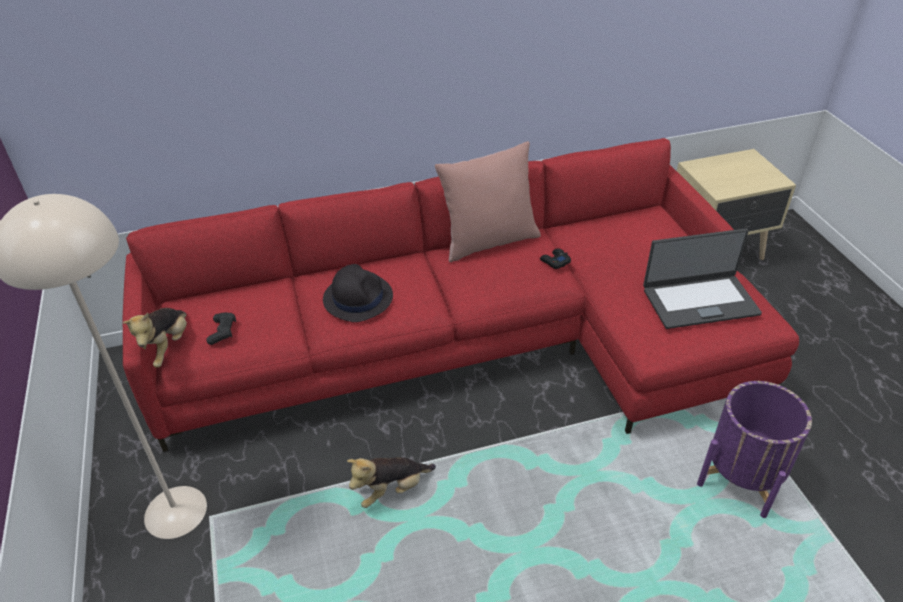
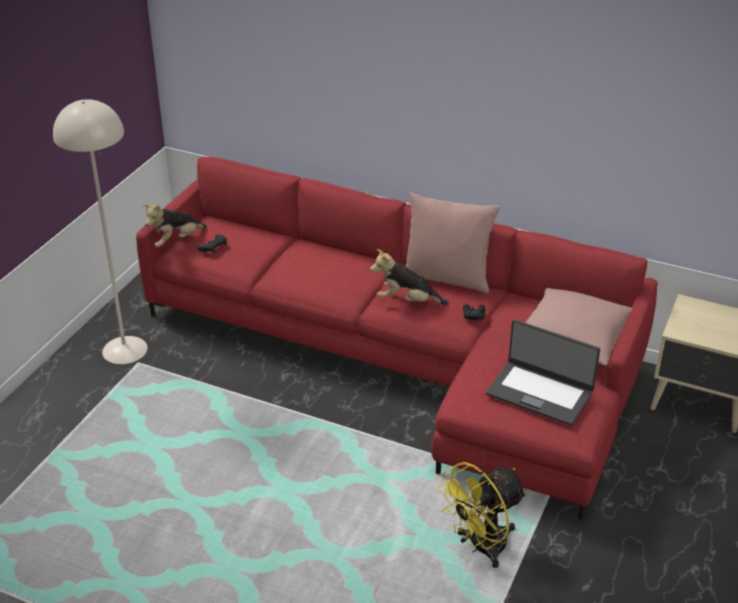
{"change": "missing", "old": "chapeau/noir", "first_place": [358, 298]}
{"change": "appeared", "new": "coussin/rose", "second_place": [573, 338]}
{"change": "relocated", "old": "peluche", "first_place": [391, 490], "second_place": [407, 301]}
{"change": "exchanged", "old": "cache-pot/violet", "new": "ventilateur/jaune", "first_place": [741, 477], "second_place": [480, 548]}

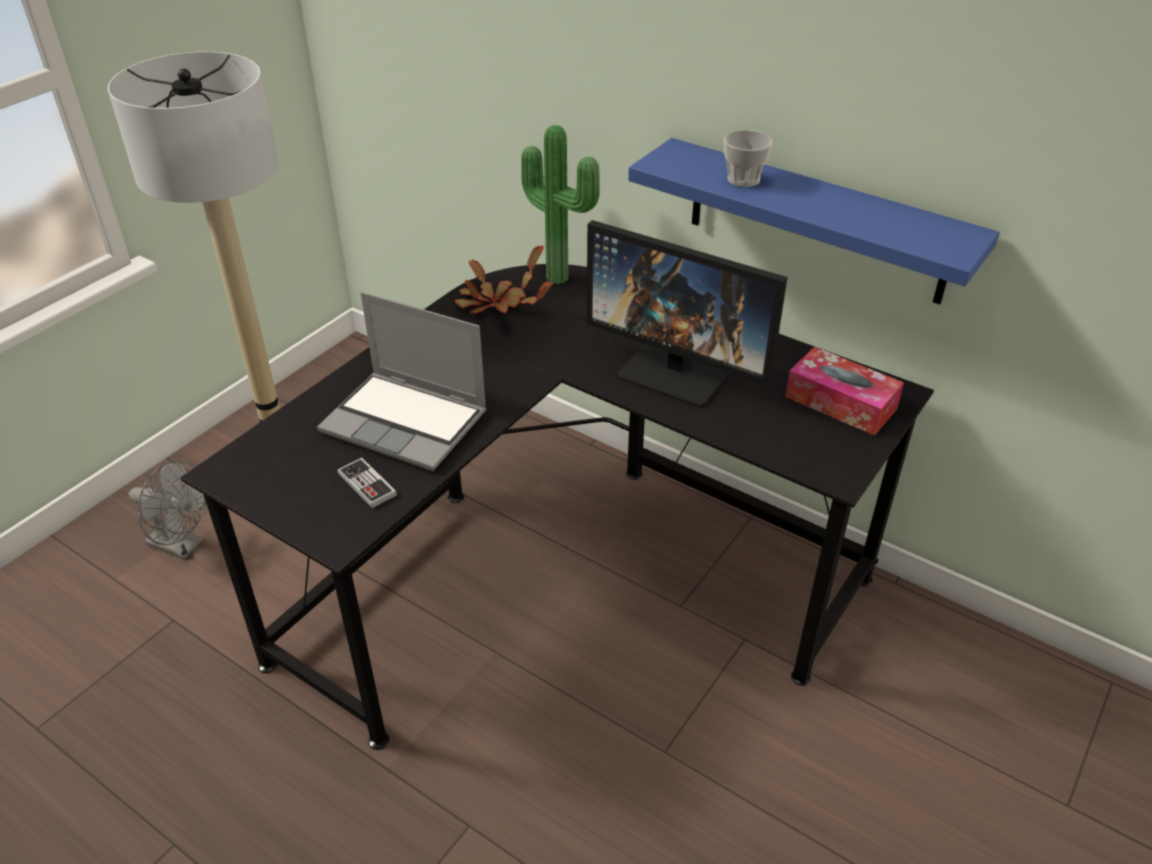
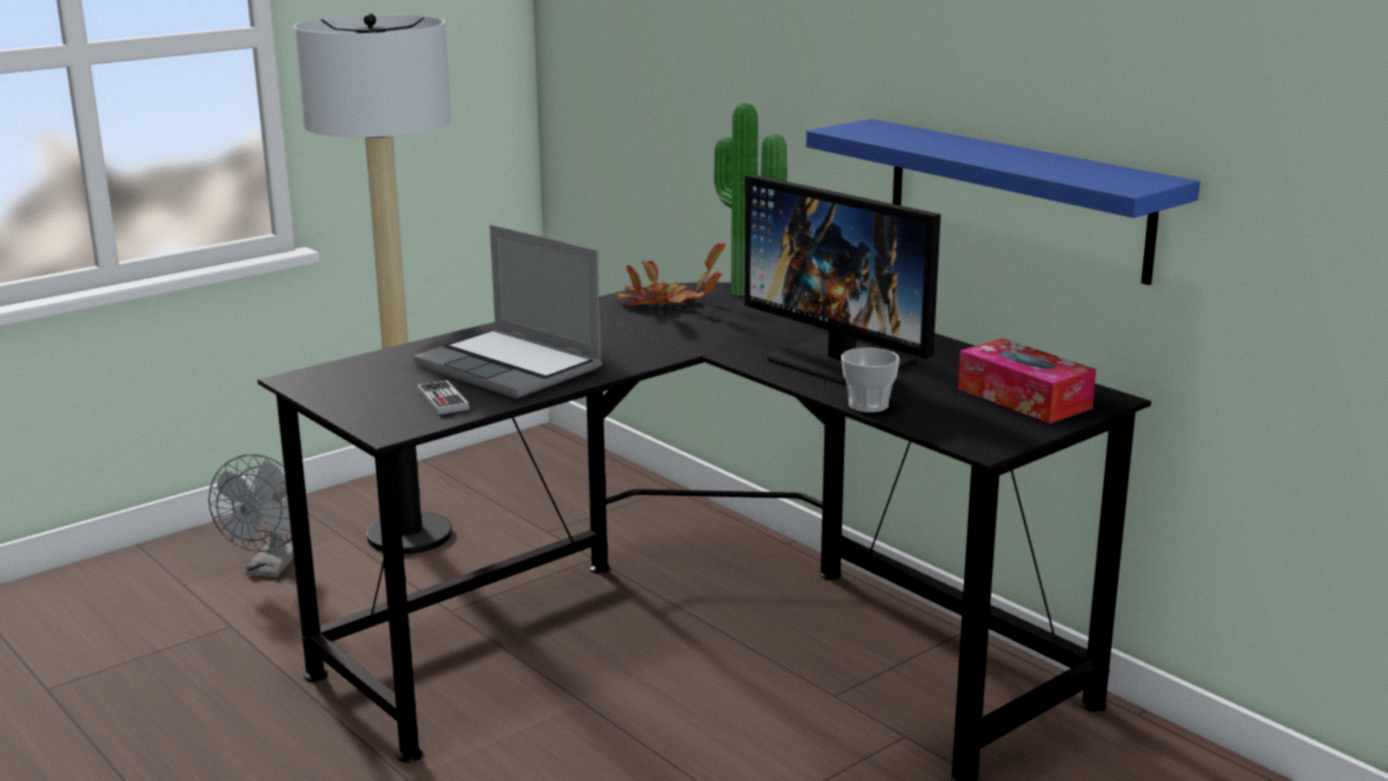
{"change": "relocated", "old": "tasse", "first_place": [743, 179], "second_place": [868, 405]}
{"change": "spun", "old": "ventilateur/gris", "first_place": [182, 545], "second_place": [270, 569], "degrees": 60}

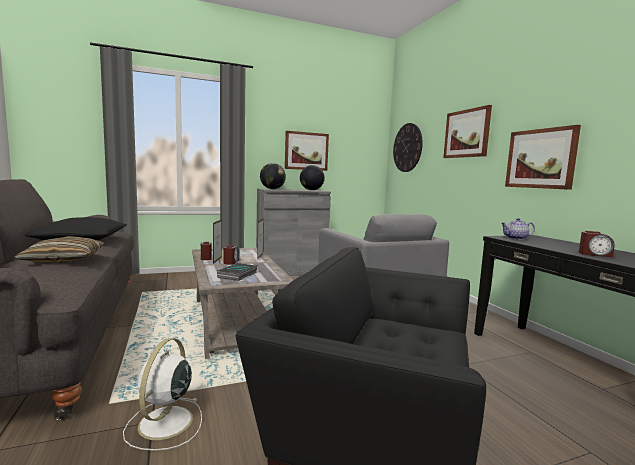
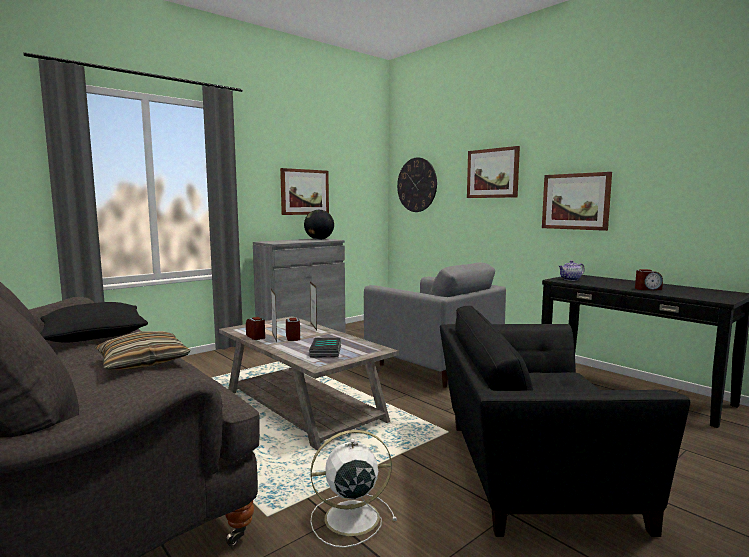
{"change": "missing", "old": "globe", "first_place": [272, 189]}
{"change": "spun", "old": "ventilateur/blanc", "first_place": [164, 424], "second_place": [349, 518], "degrees": 90}

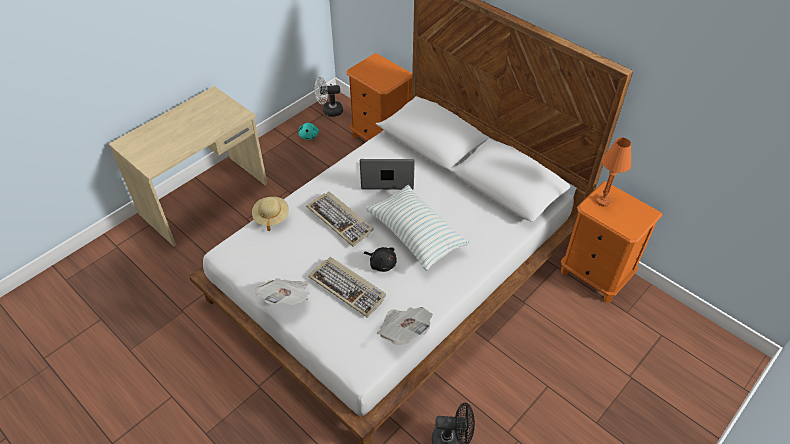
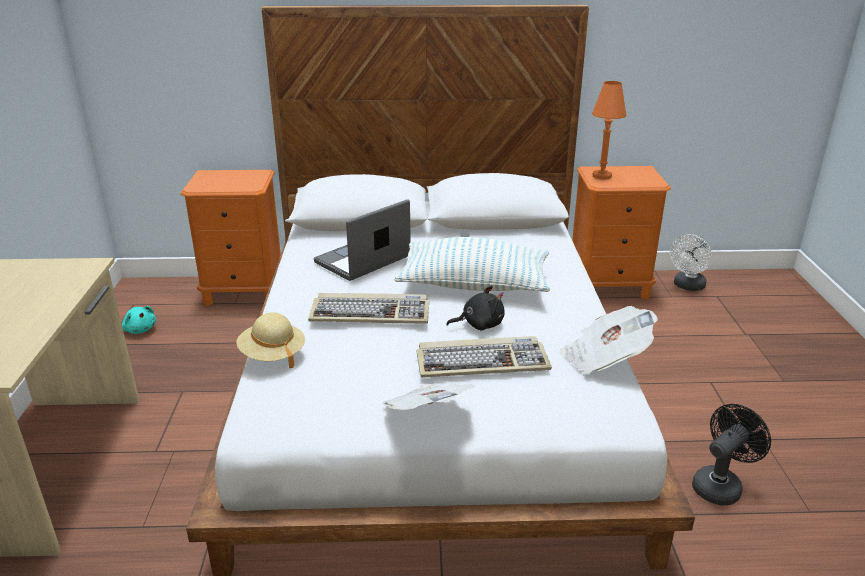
{"change": "relocated", "old": "ventilateur/blanc", "first_place": [329, 111], "second_place": [687, 286]}

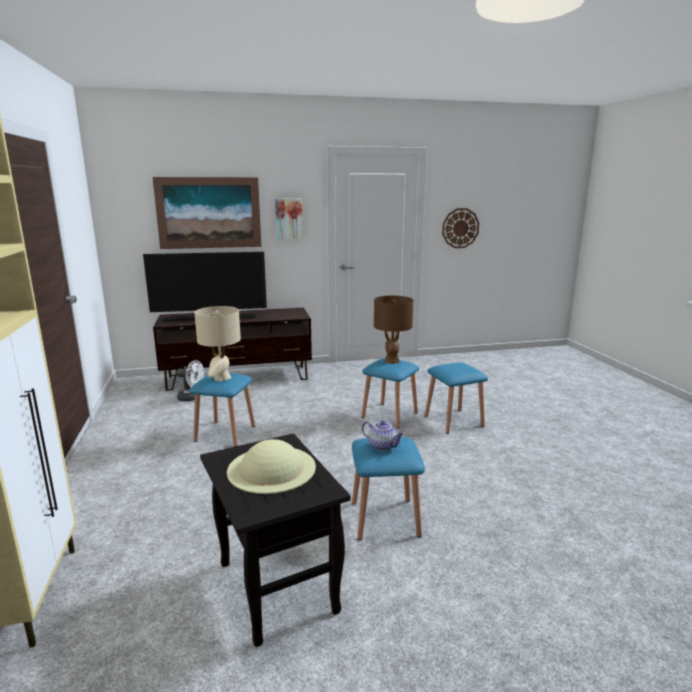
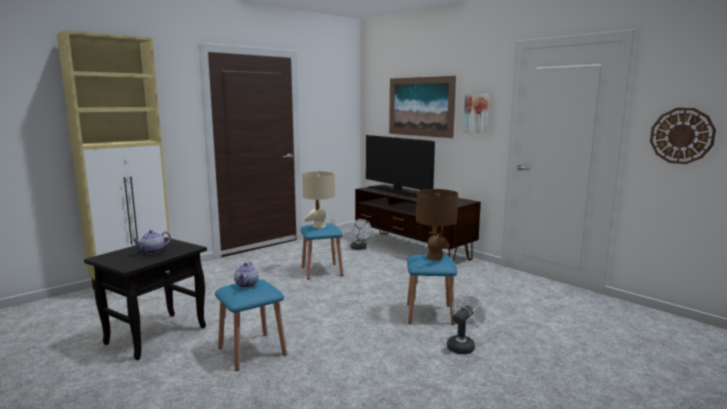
{"change": "exchanged", "old": "chapeau/beige", "new": "théière", "first_place": [271, 468], "second_place": [153, 251]}
{"change": "exchanged", "old": "tabouret/bleu", "new": "ventilateur/blanc", "first_place": [453, 421], "second_place": [462, 345]}

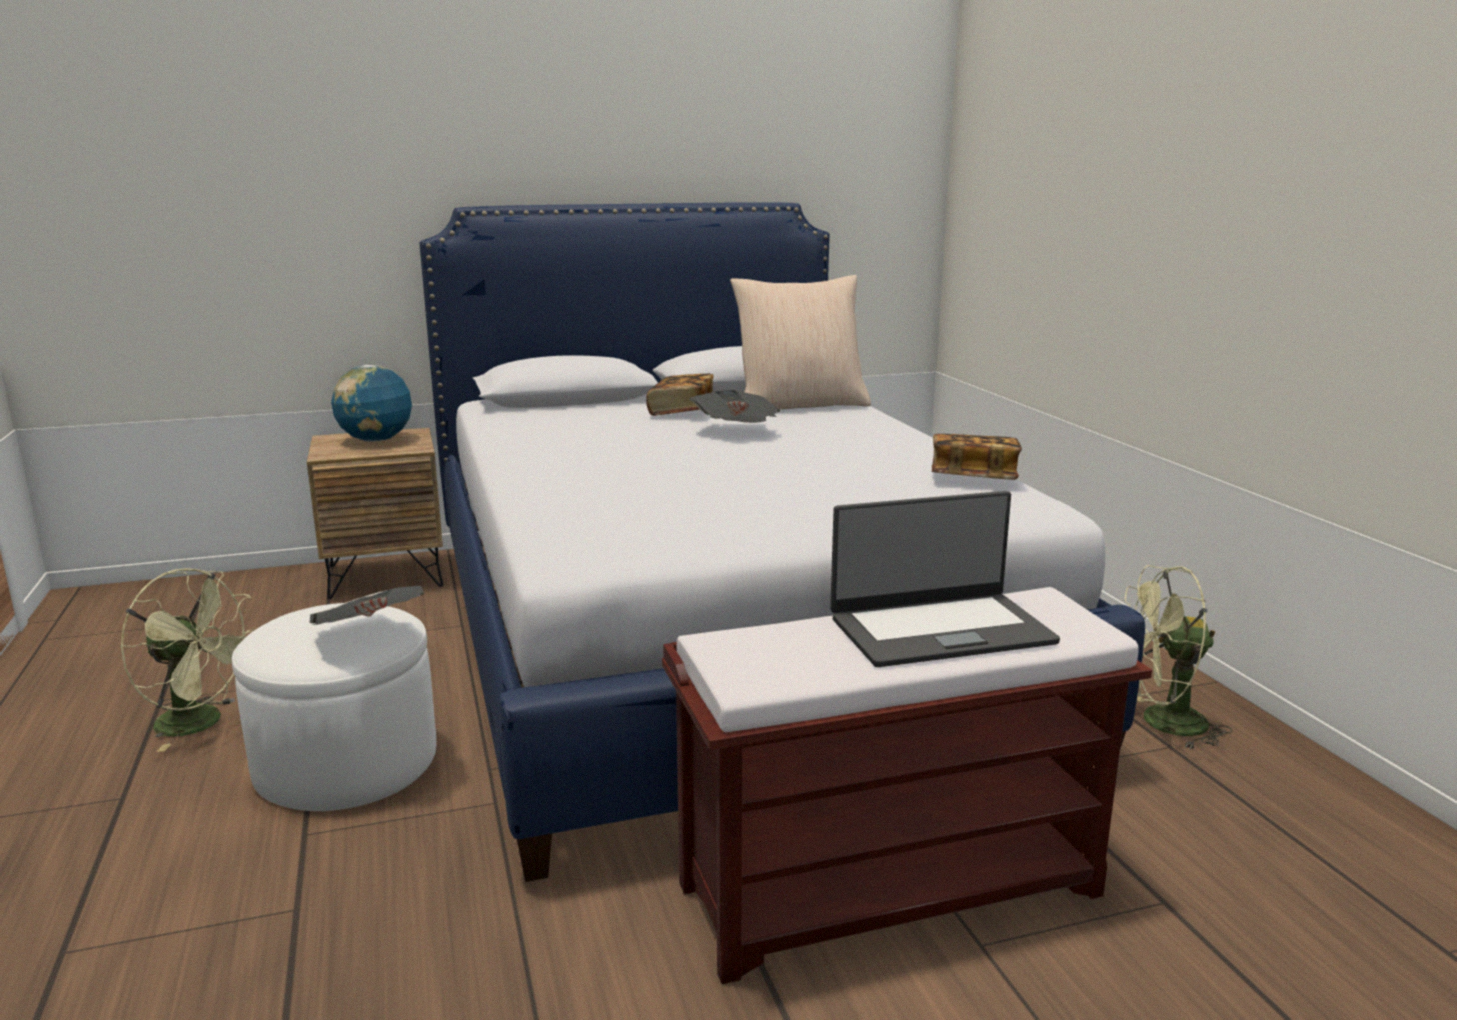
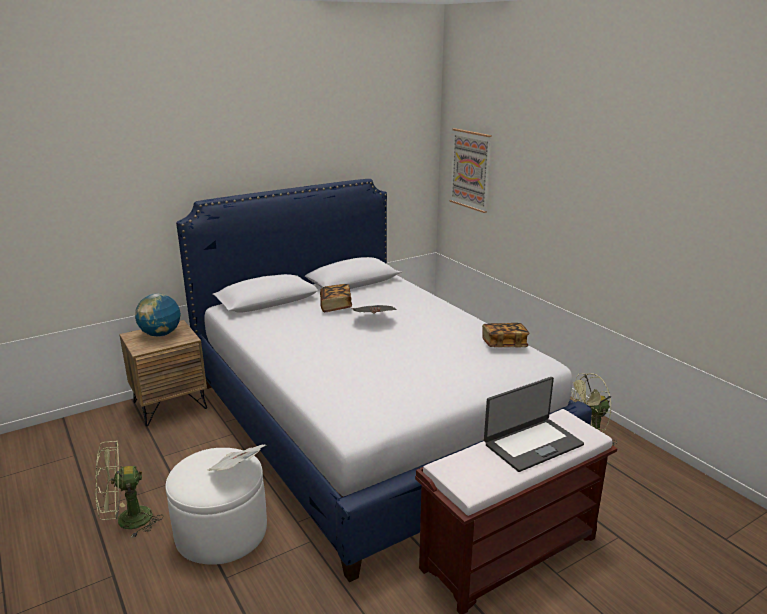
{"change": "missing", "old": "coussin/beige", "first_place": [800, 405]}
{"change": "appeared", "new": "tableau", "second_place": [470, 170]}
{"change": "spun", "old": "ventilateur/vert", "first_place": [201, 724], "second_place": [126, 521], "degrees": 150}

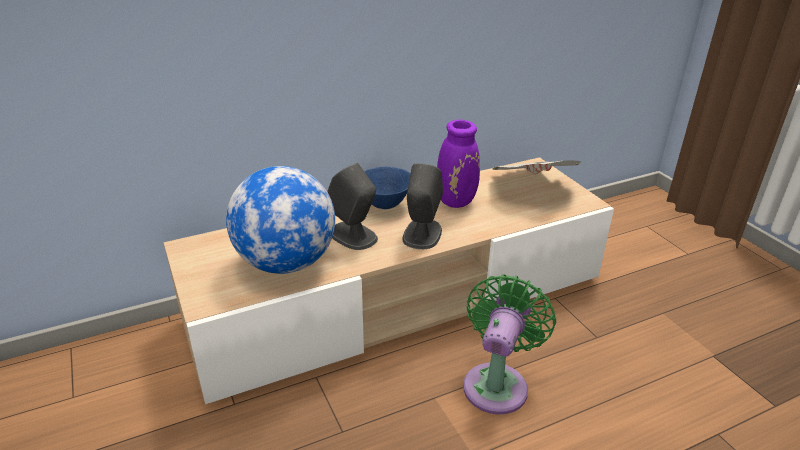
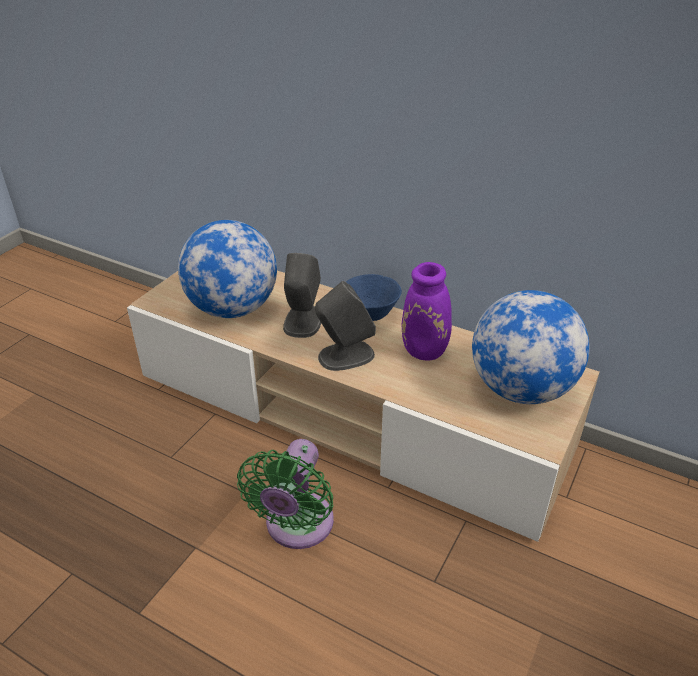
{"change": "exchanged", "old": "journal", "new": "globe", "first_place": [531, 187], "second_place": [520, 389]}
{"change": "spun", "old": "ventilateur/vert", "first_place": [497, 383], "second_place": [296, 527], "degrees": 120}

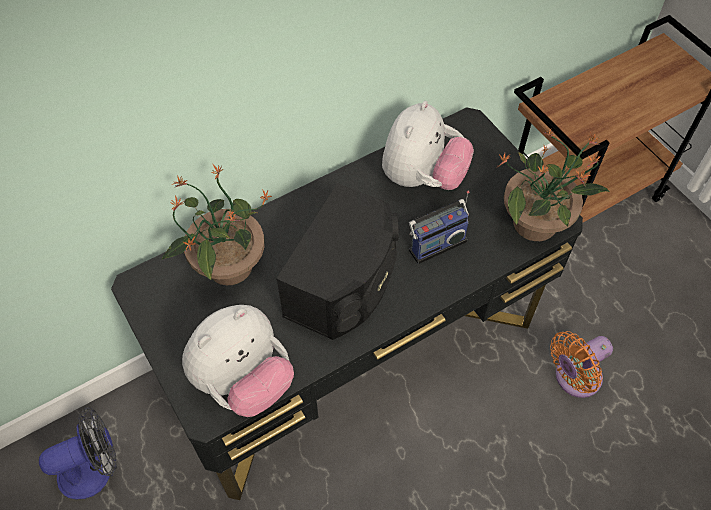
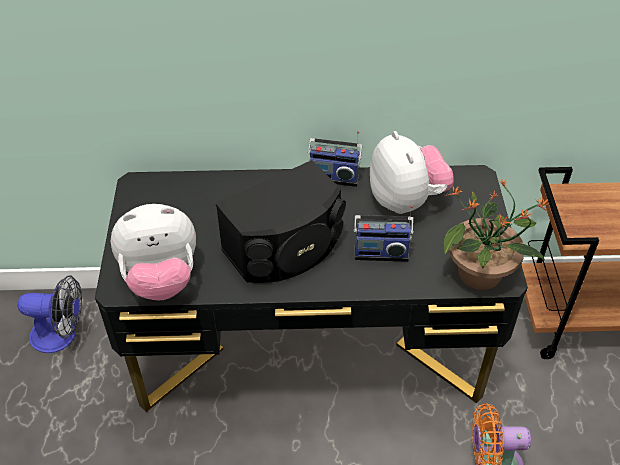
{"change": "missing", "old": "plante en pot", "first_place": [228, 266]}
{"change": "appeared", "new": "radio", "second_place": [334, 176]}
{"change": "spun", "old": "peluche", "first_place": [422, 177], "second_place": [406, 200], "degrees": -75}

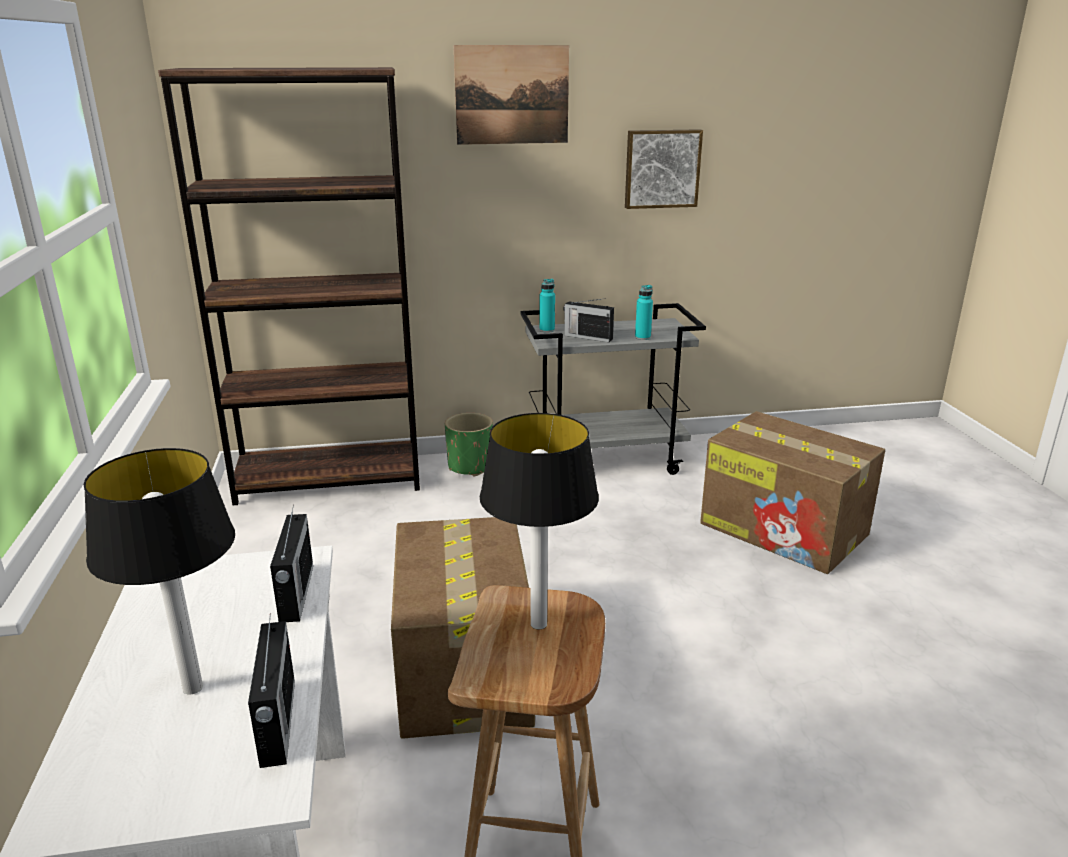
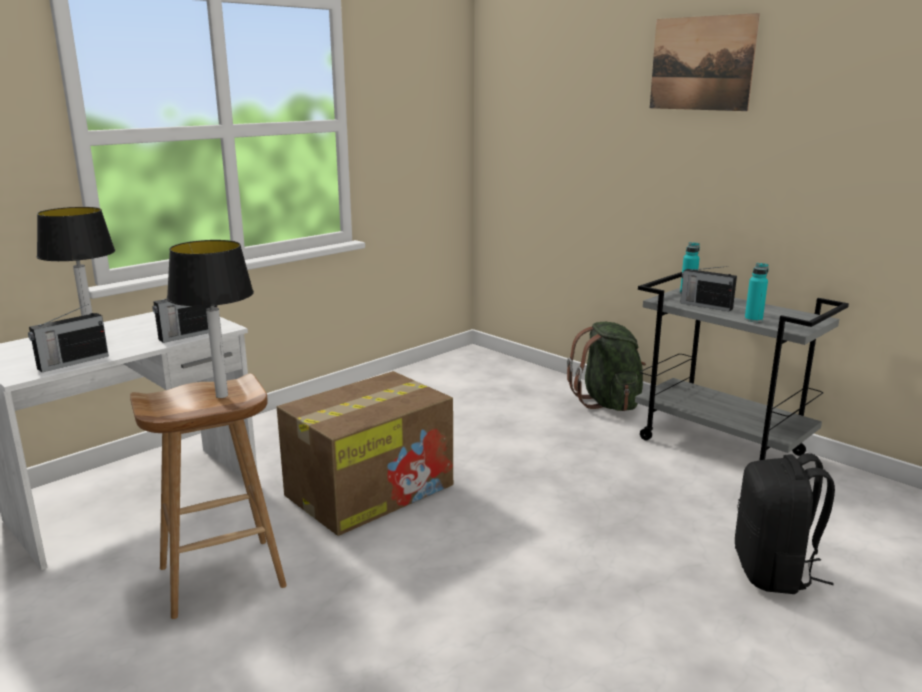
{"change": "missing", "old": "bibliothèque/marron", "first_place": [330, 480]}
{"change": "missing", "old": "tableau", "first_place": [661, 168]}
{"change": "exchanged", "old": "cache-pot/vert", "new": "sac à dos/vert", "first_place": [470, 467], "second_place": [608, 403]}
{"change": "exchanged", "old": "carton", "new": "sac à dos/noir", "first_place": [785, 530], "second_place": [774, 572]}
{"change": "spun", "old": "radio", "first_place": [587, 337], "second_place": [705, 305], "degrees": -45}

